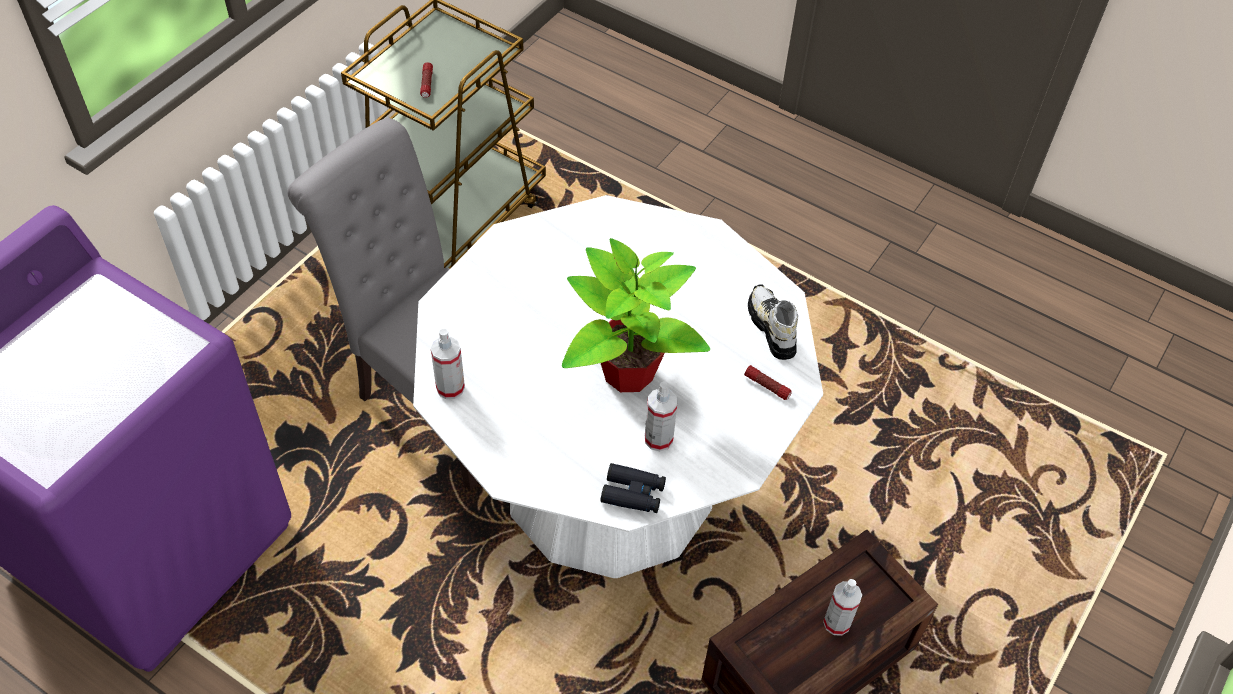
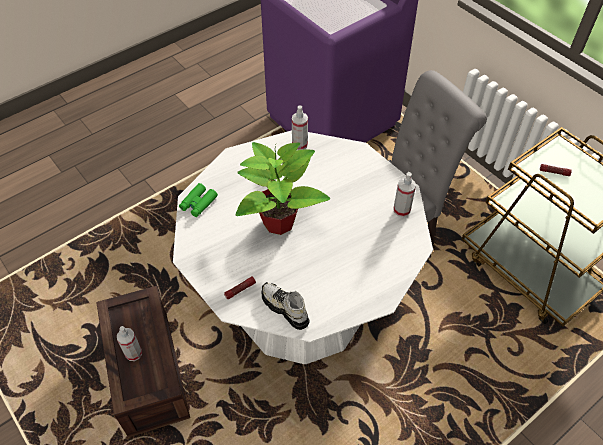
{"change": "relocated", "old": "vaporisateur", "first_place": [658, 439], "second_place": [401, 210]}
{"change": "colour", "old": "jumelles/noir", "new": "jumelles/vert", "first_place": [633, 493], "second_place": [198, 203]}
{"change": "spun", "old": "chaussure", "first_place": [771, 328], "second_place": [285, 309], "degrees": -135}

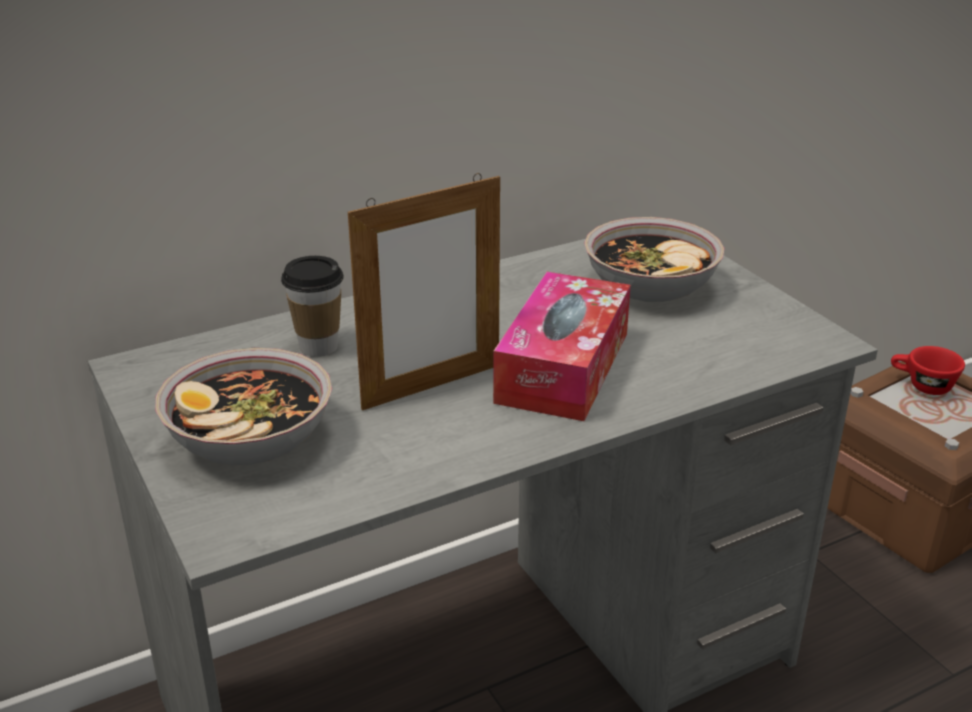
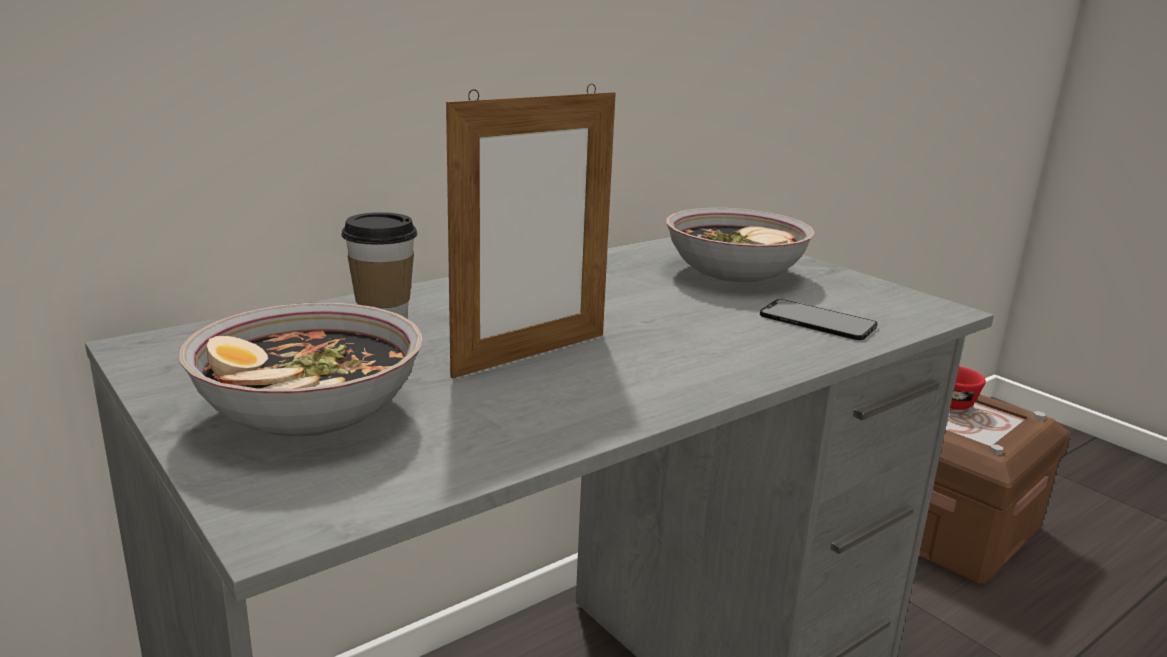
{"change": "missing", "old": "boîte à mouchoirs", "first_place": [563, 367]}
{"change": "appeared", "new": "téléphone", "second_place": [817, 320]}

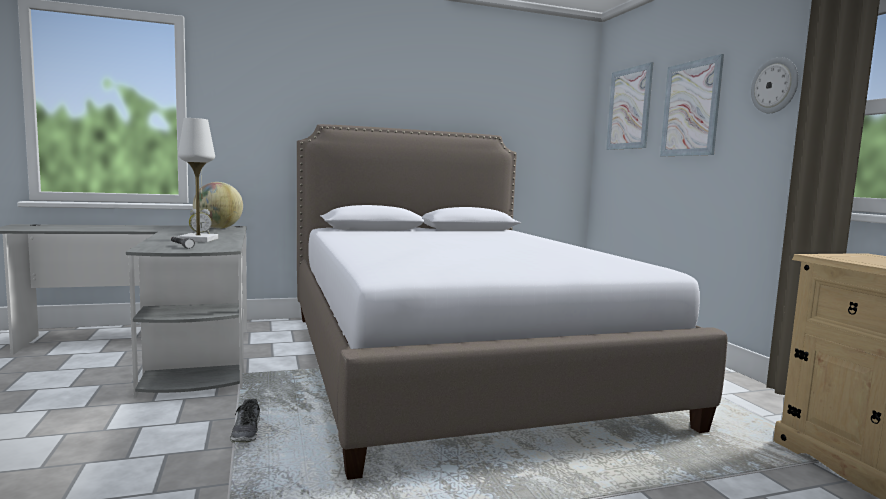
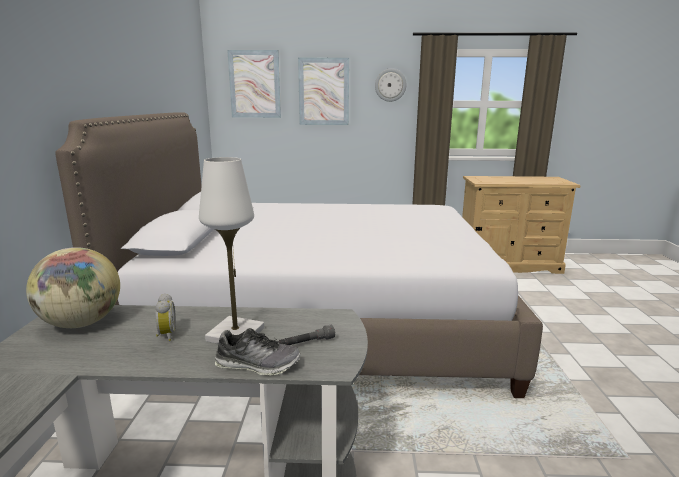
{"change": "relocated", "old": "chaussure", "first_place": [247, 433], "second_place": [257, 364]}

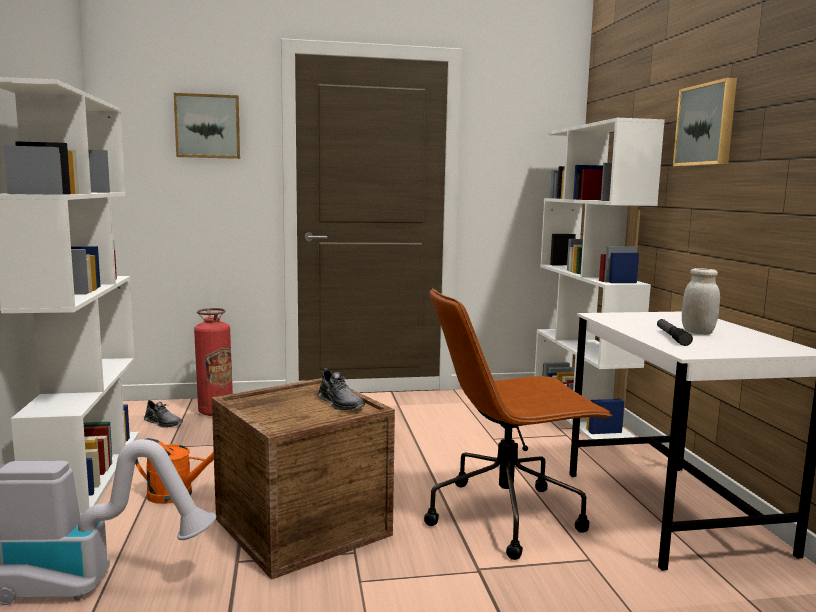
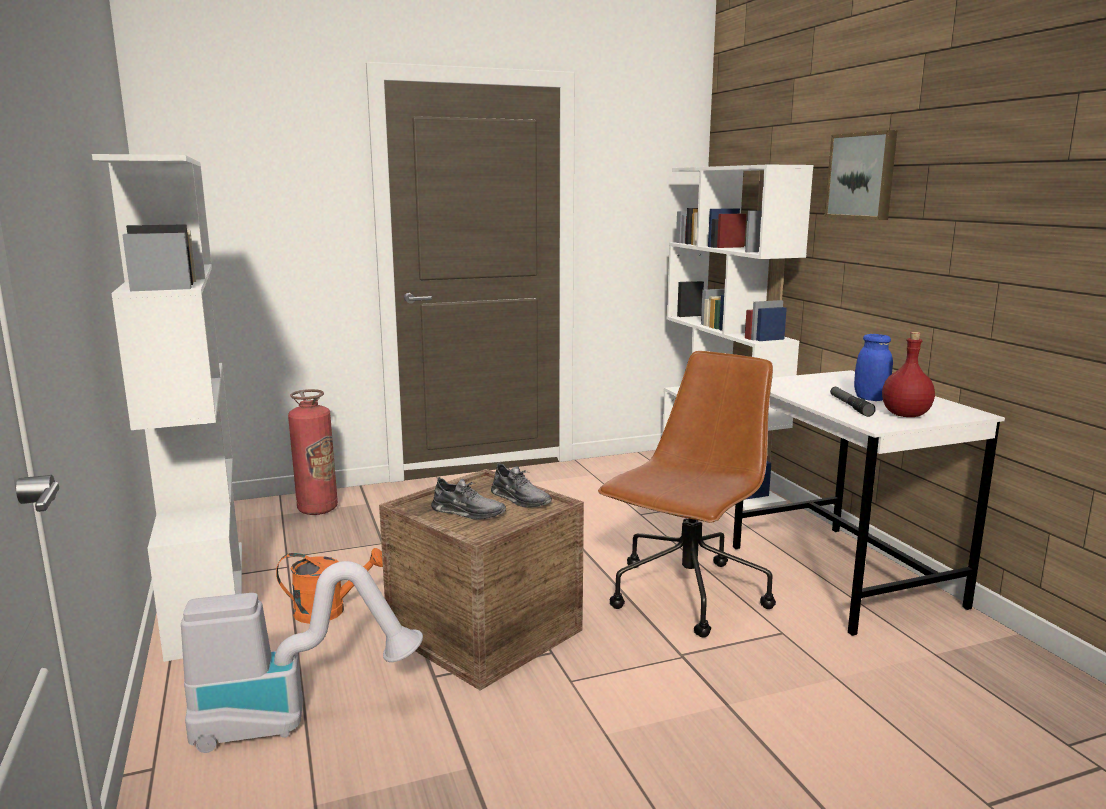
{"change": "missing", "old": "tableau", "first_place": [208, 126]}
{"change": "appeared", "new": "bouteille/rouge", "second_place": [906, 415]}
{"change": "relocated", "old": "chaussure/gris", "first_place": [163, 423], "second_place": [468, 512]}
{"change": "colour", "old": "bocal/blanc", "new": "bocal/bleu", "first_place": [697, 332], "second_place": [870, 398]}
{"change": "spun", "old": "chaise de bureau/marron", "first_place": [507, 515], "second_place": [687, 596], "degrees": 150}

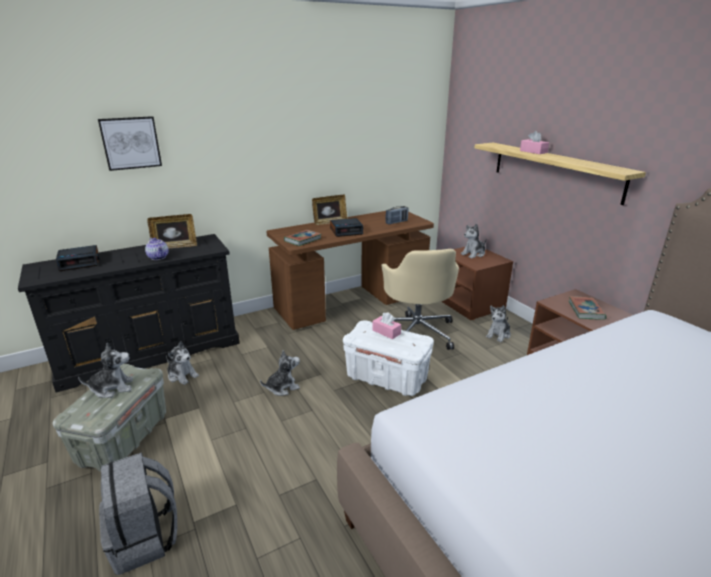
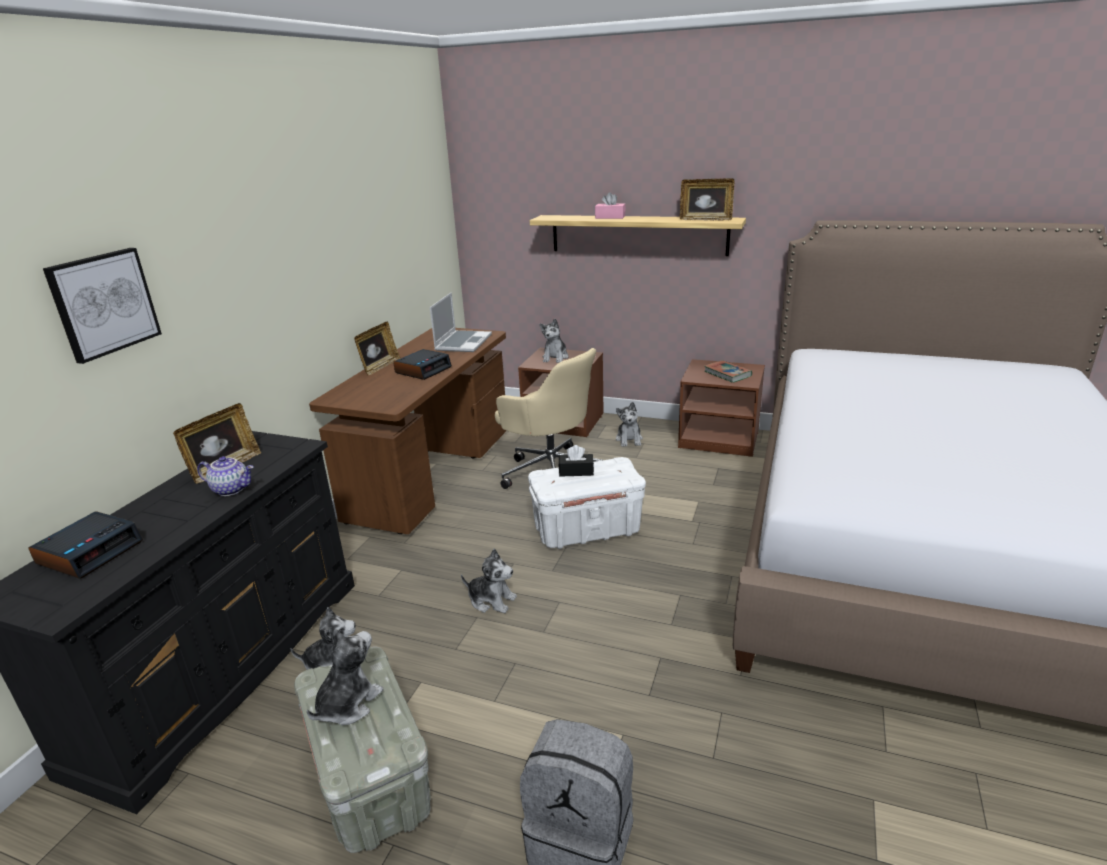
{"change": "missing", "old": "livre", "first_place": [303, 240]}
{"change": "appeared", "new": "cadre photo", "second_place": [705, 219]}
{"change": "exchanged", "old": "radio", "new": "ordinateur portable", "first_place": [396, 222], "second_place": [463, 342]}
{"change": "colour", "old": "boîte à mouchoirs/rose", "new": "boîte à mouchoirs/noir", "first_place": [386, 332], "second_place": [576, 471]}
{"change": "spun", "old": "peluche", "first_place": [282, 387], "second_place": [491, 600], "degrees": 90}

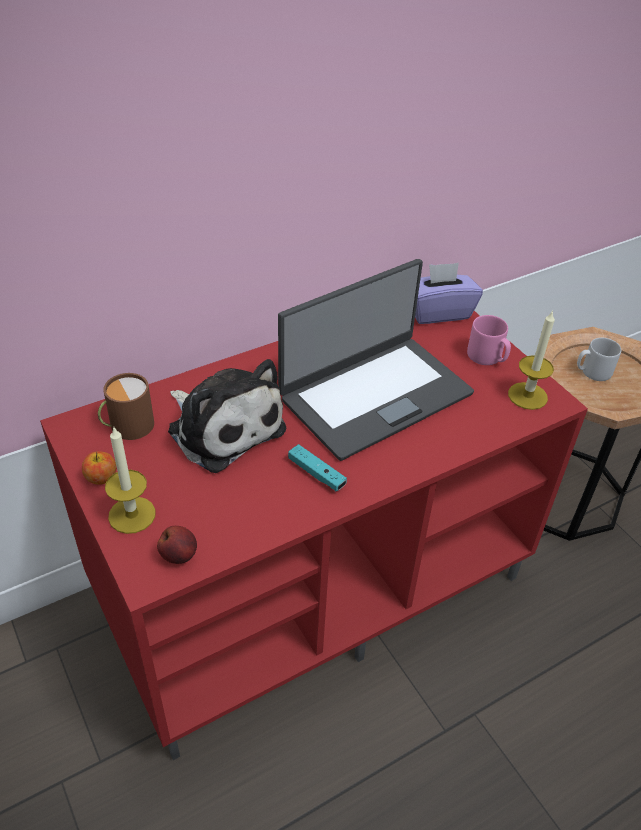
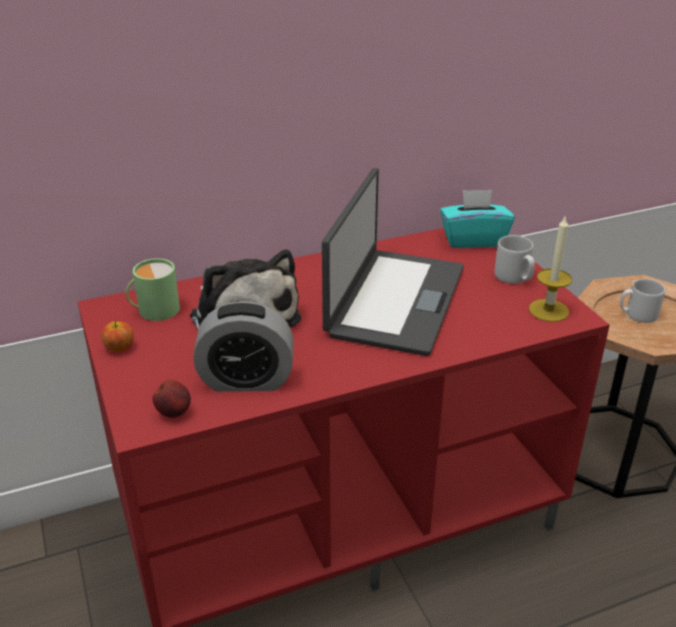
{"change": "missing", "old": "bougie", "first_place": [132, 515]}
{"change": "missing", "old": "manette/turquoise", "first_place": [316, 473]}
{"change": "appeared", "new": "réveil", "second_place": [246, 380]}
{"change": "colour", "old": "mug/marron", "new": "mug/vert", "first_place": [127, 425], "second_place": [154, 310]}
{"change": "colour", "old": "boîte à mouchoirs/violet", "new": "boîte à mouchoirs/turquoise", "first_place": [438, 312], "second_place": [473, 239]}
{"change": "colour", "old": "mug/rose", "new": "mug/gris", "first_place": [487, 357], "second_place": [514, 277]}
{"change": "spun", "old": "ordinateur portable", "first_place": [374, 395], "second_place": [394, 300], "degrees": -45}

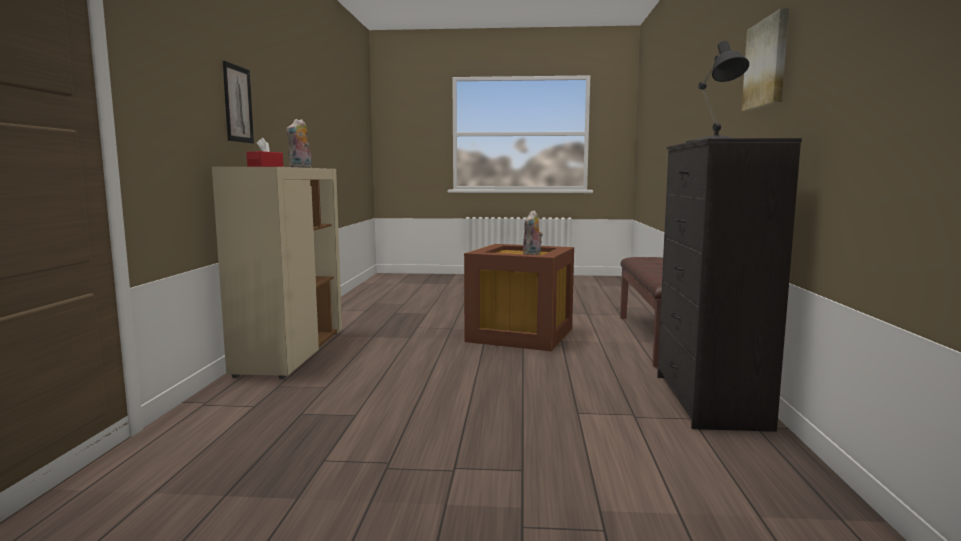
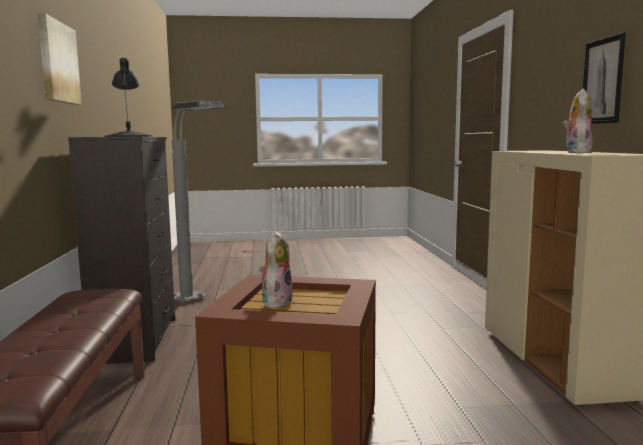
{"change": "missing", "old": "boîte à mouchoirs/rouge", "first_place": [265, 166]}
{"change": "appeared", "new": "lampadaire/gris", "second_place": [198, 303]}

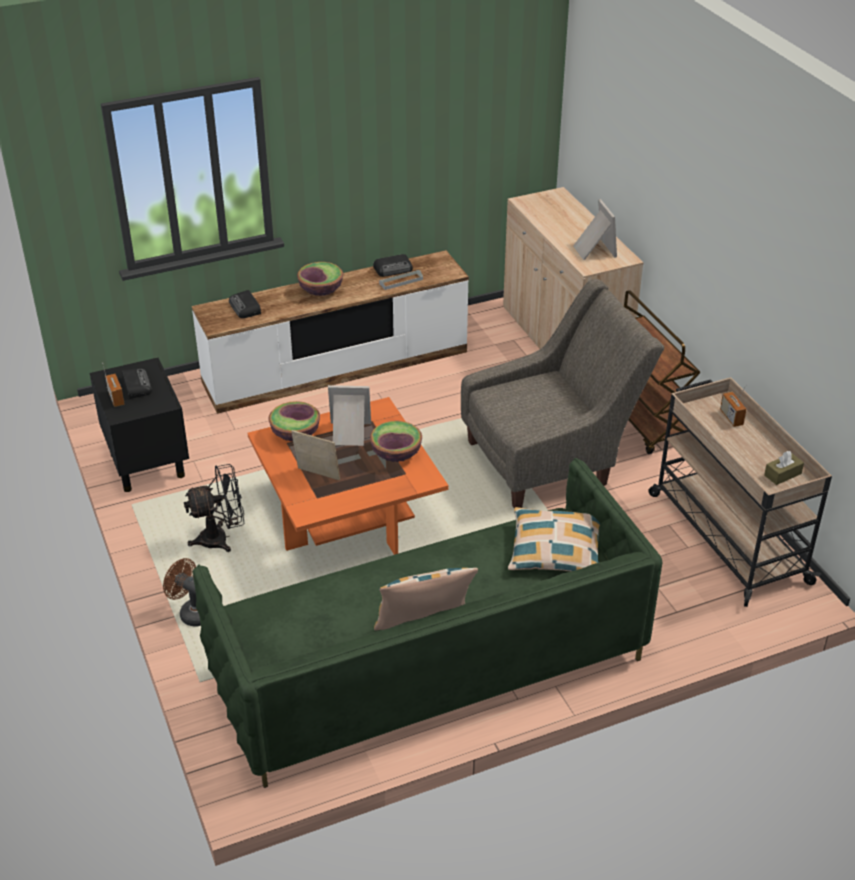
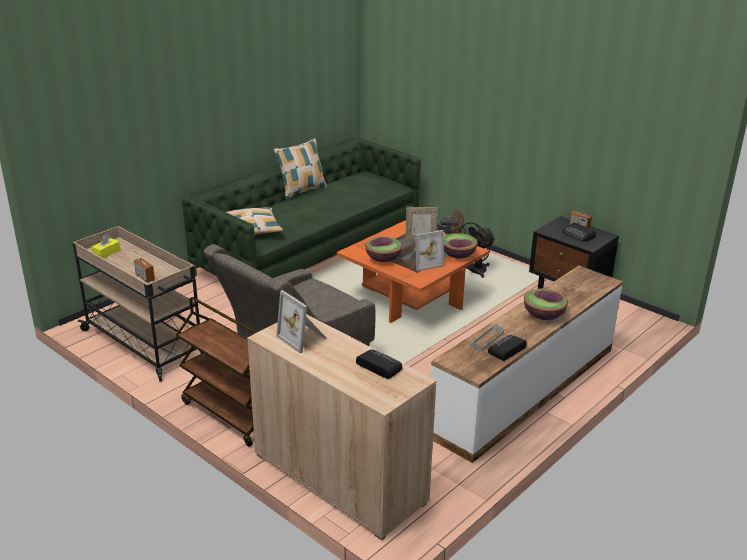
{"change": "relocated", "old": "radio", "first_place": [245, 308], "second_place": [378, 366]}
{"change": "colour", "old": "boîte à mouchoirs/marron", "new": "boîte à mouchoirs/jaune", "first_place": [782, 474], "second_place": [106, 253]}

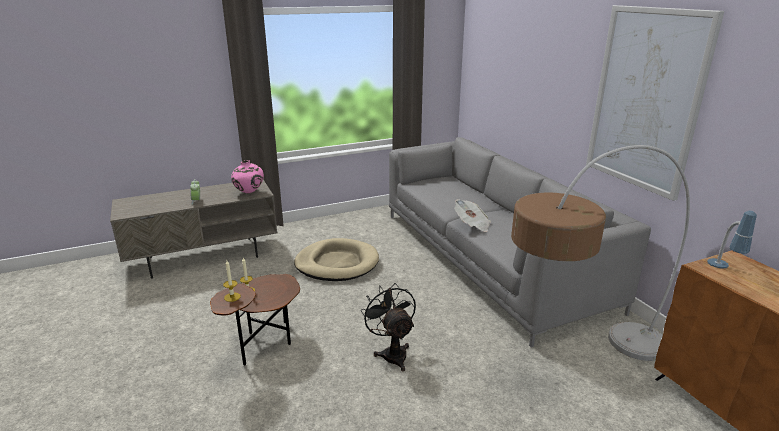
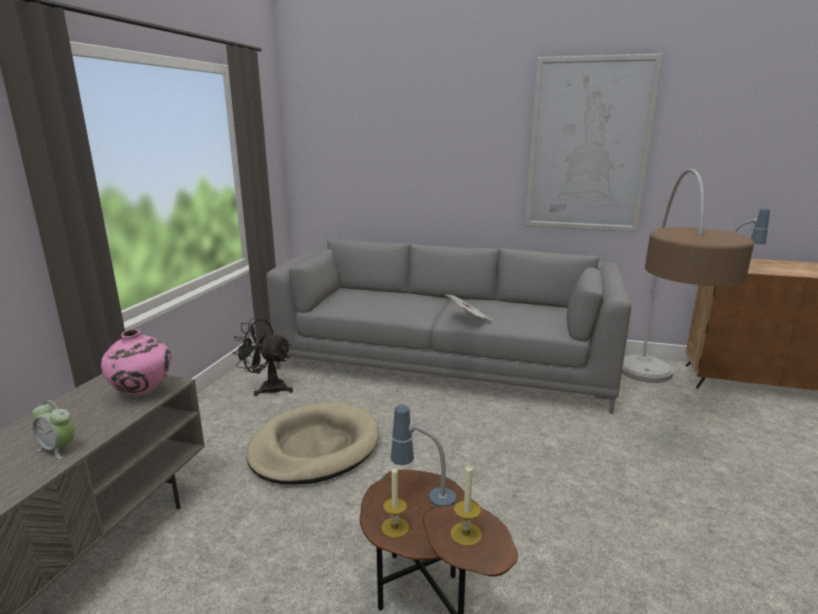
{"change": "appeared", "new": "lampe de table", "second_place": [423, 497]}
{"change": "relocated", "old": "ventilateur/noir", "first_place": [392, 353], "second_place": [267, 387]}

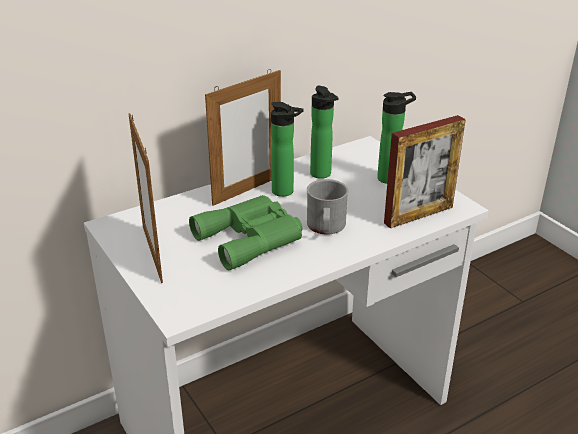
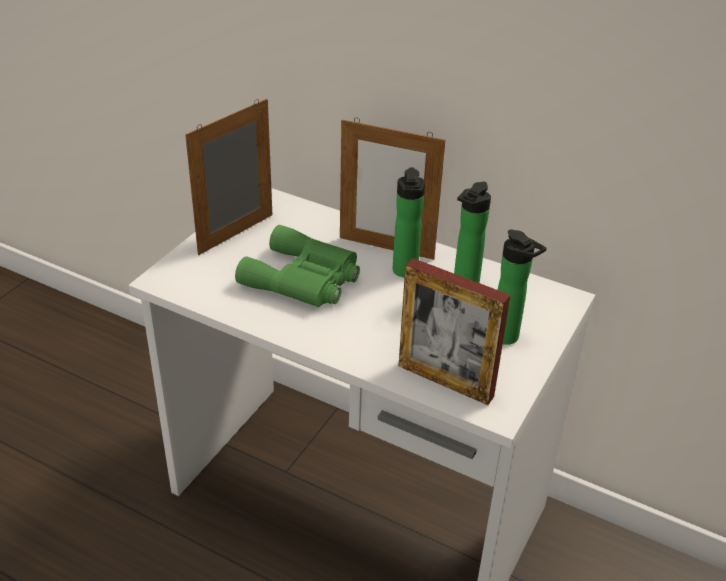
{"change": "missing", "old": "mug/gris", "first_place": [326, 228]}

